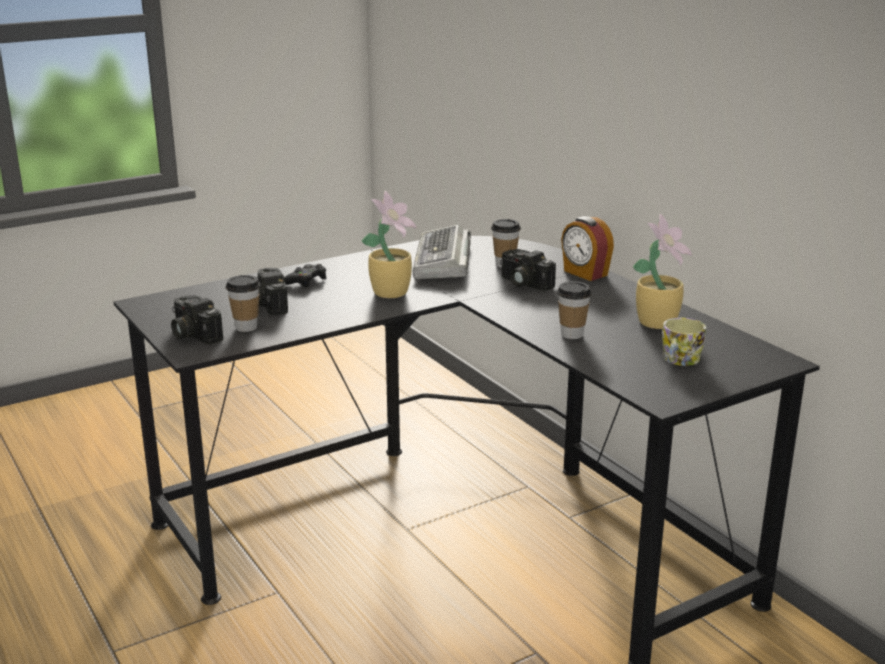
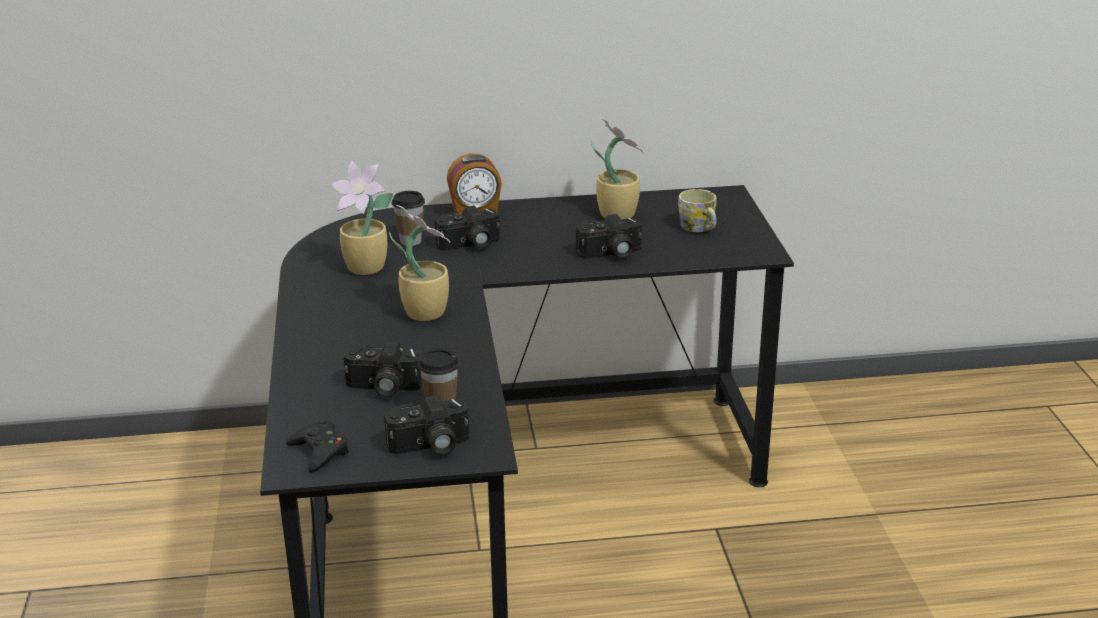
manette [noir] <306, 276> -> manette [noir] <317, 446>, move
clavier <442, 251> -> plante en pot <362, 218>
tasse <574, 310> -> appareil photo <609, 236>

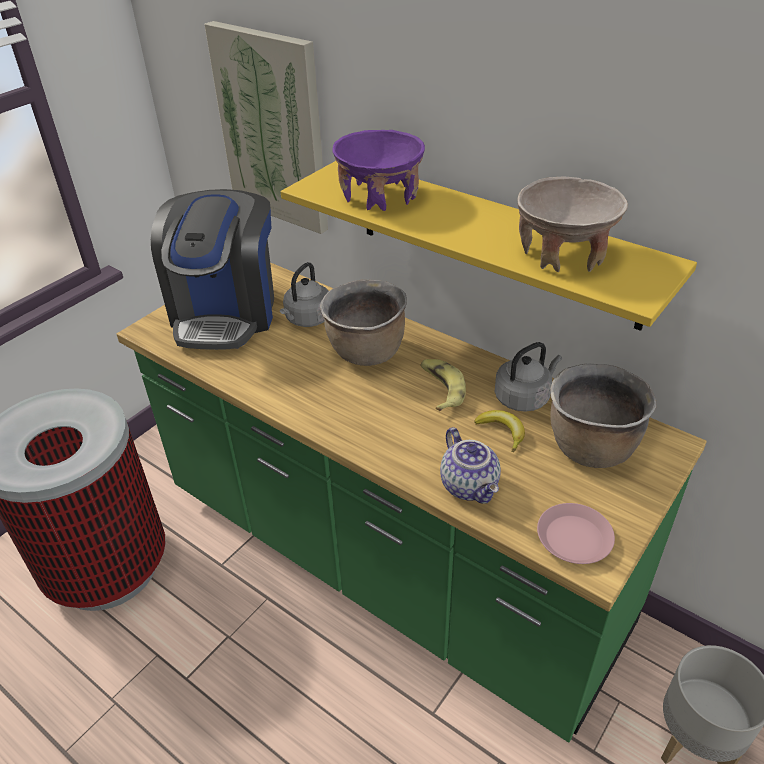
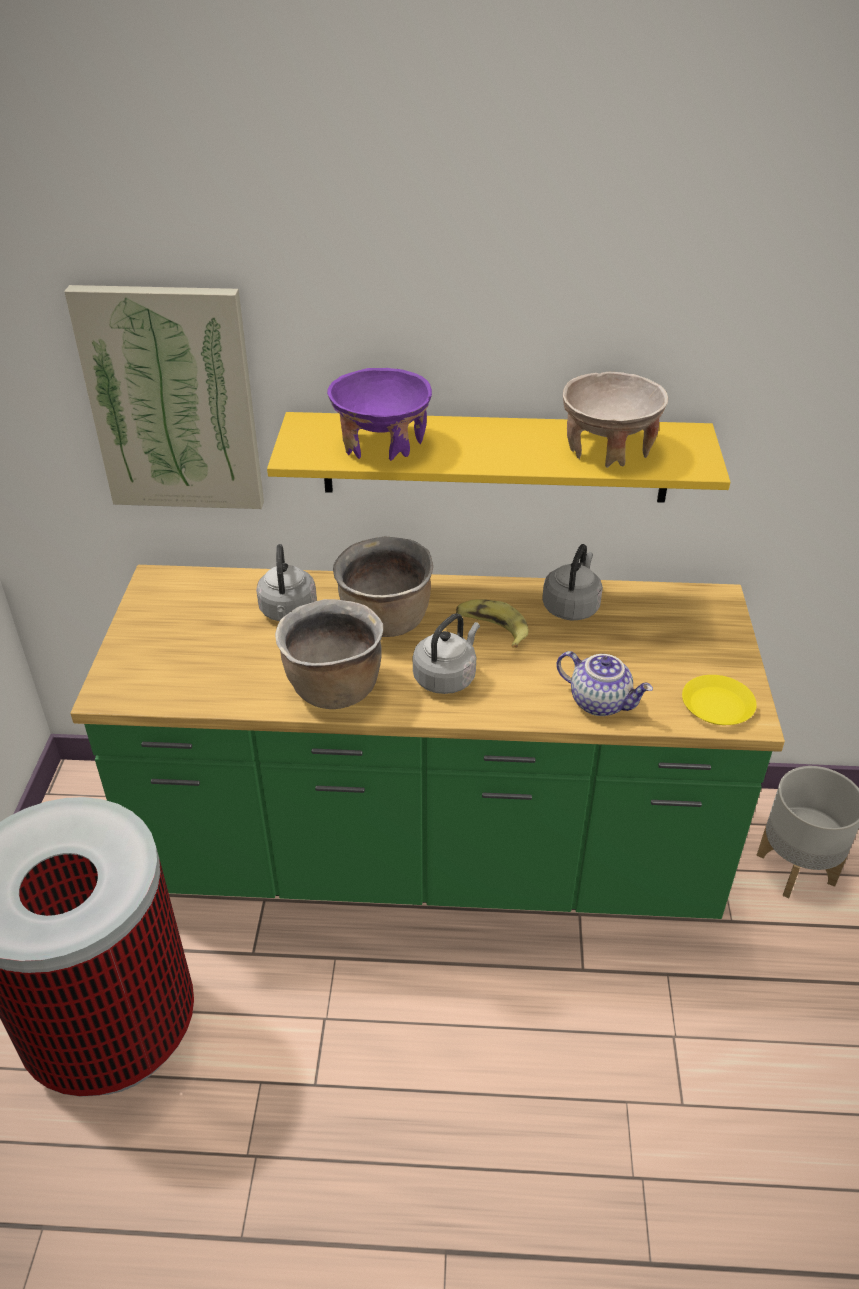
machine à café <212, 269> -> none
banane <499, 431> -> none
assiette [rose] <576, 533> -> assiette [jaune] <719, 700>
marmite [marron] <603, 415> -> marmite [marron] <329, 654>, move
none -> bouilloire [gris] <446, 653>

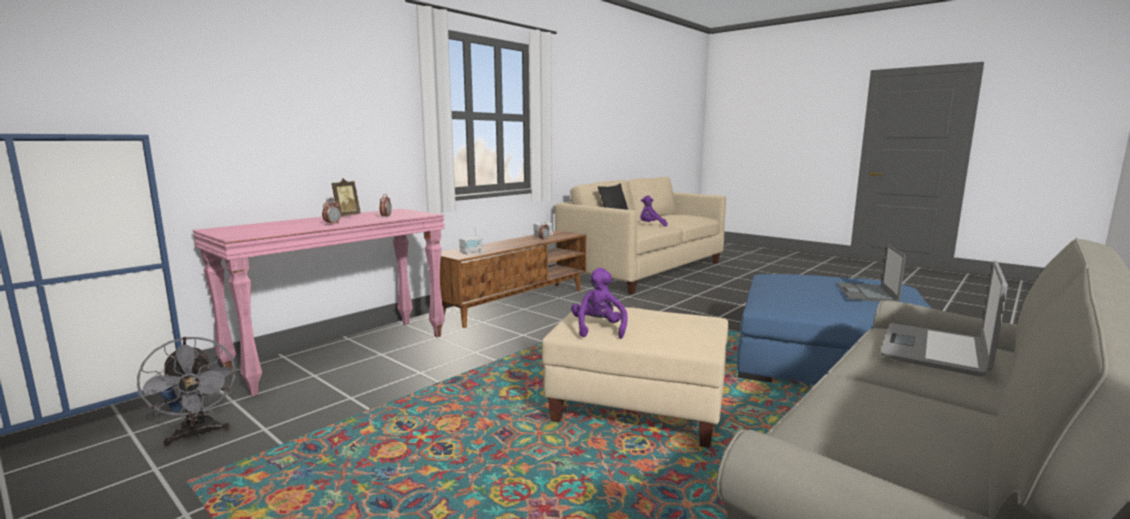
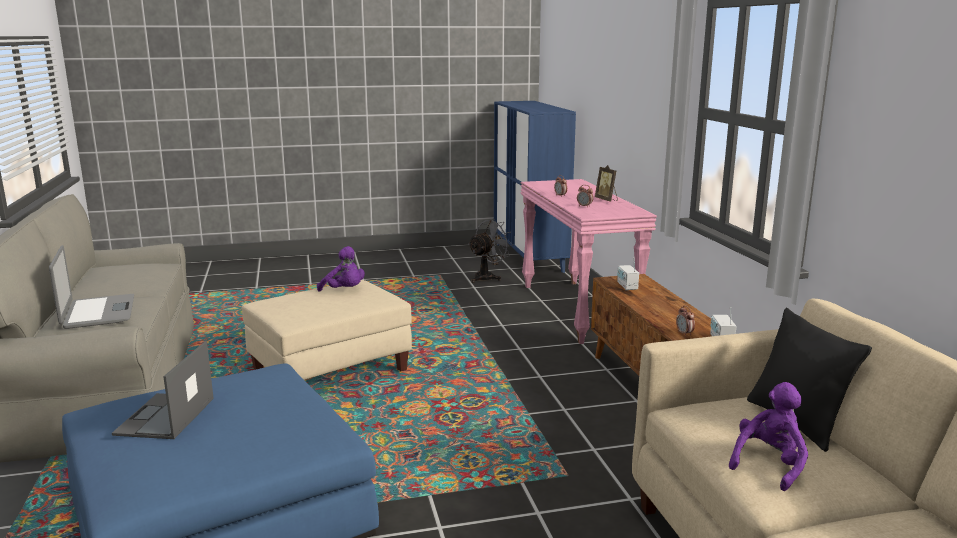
ventilateur [gris] <186, 391> -> ventilateur [gris] <490, 251>, 135 degrees clockwise
ordinateur portable <871, 273> -> ordinateur portable <163, 390>, 135 degrees counterclockwise

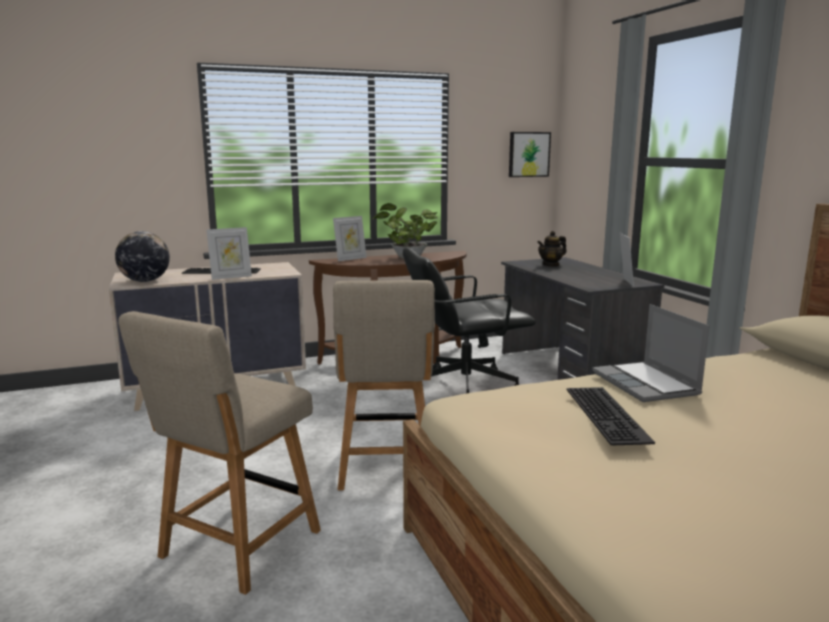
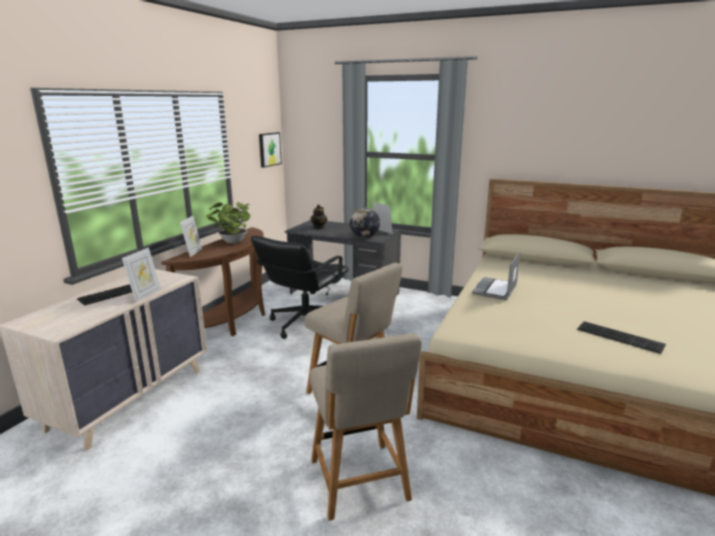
globe <142, 256> -> globe <365, 223>, move
clavier <611, 416> -> clavier <621, 337>, move
ordinateur portable <650, 353> -> ordinateur portable <496, 275>, 90 degrees clockwise

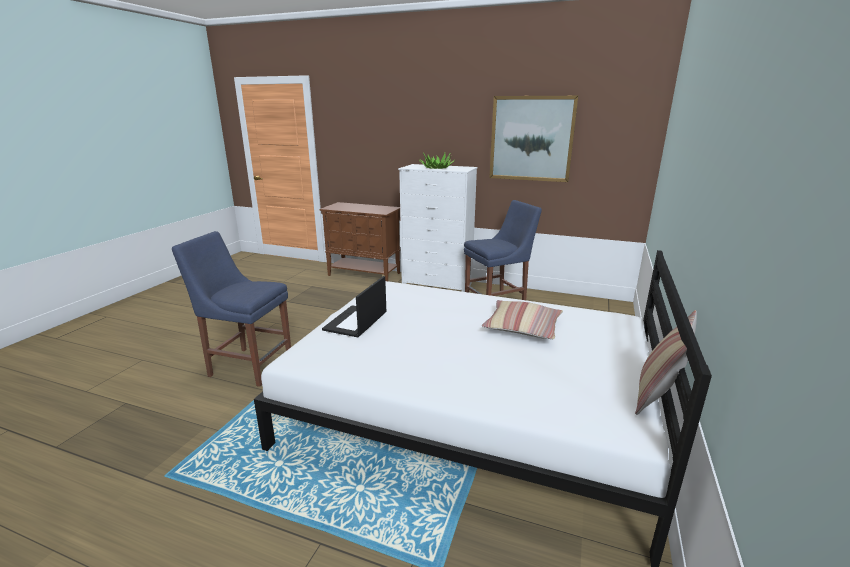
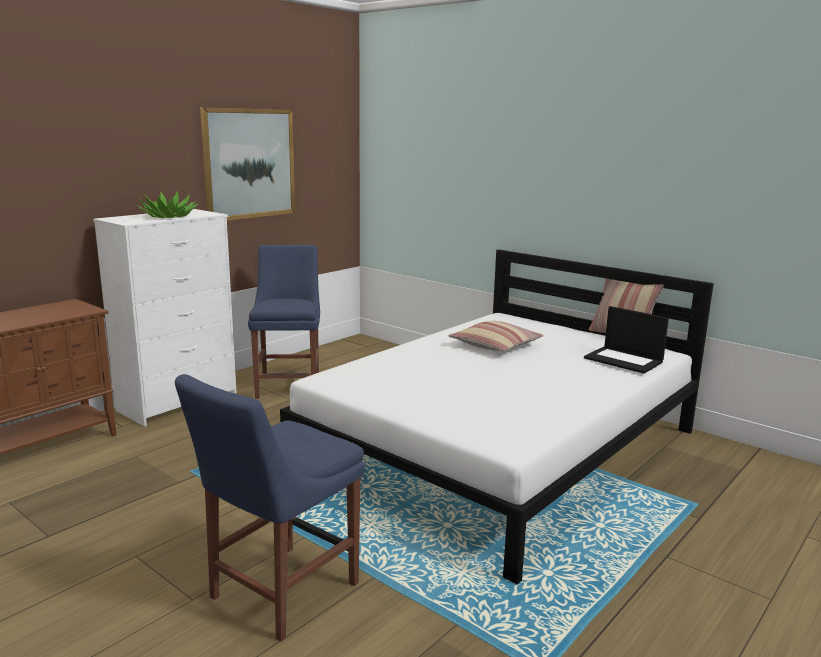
ordinateur portable <354, 306> -> ordinateur portable <626, 340>, move

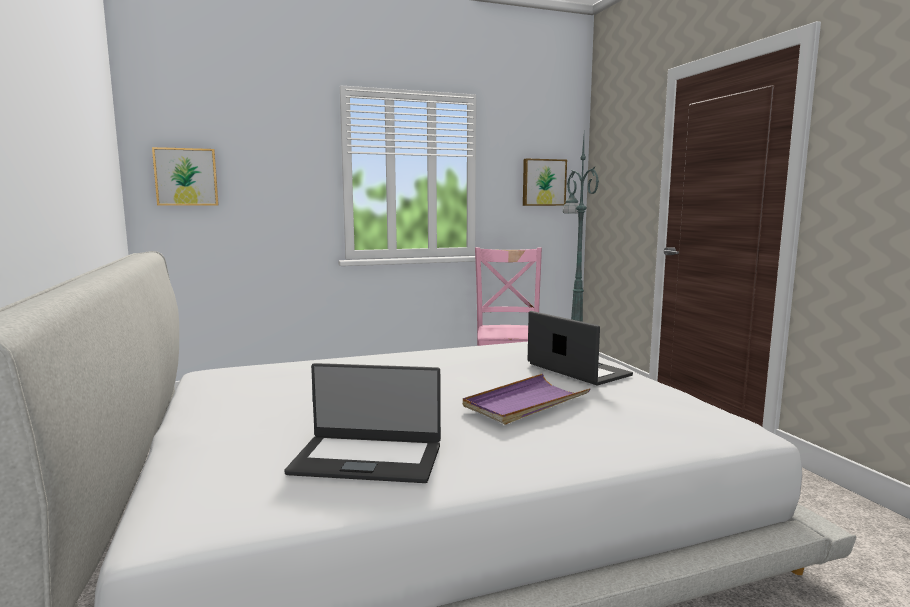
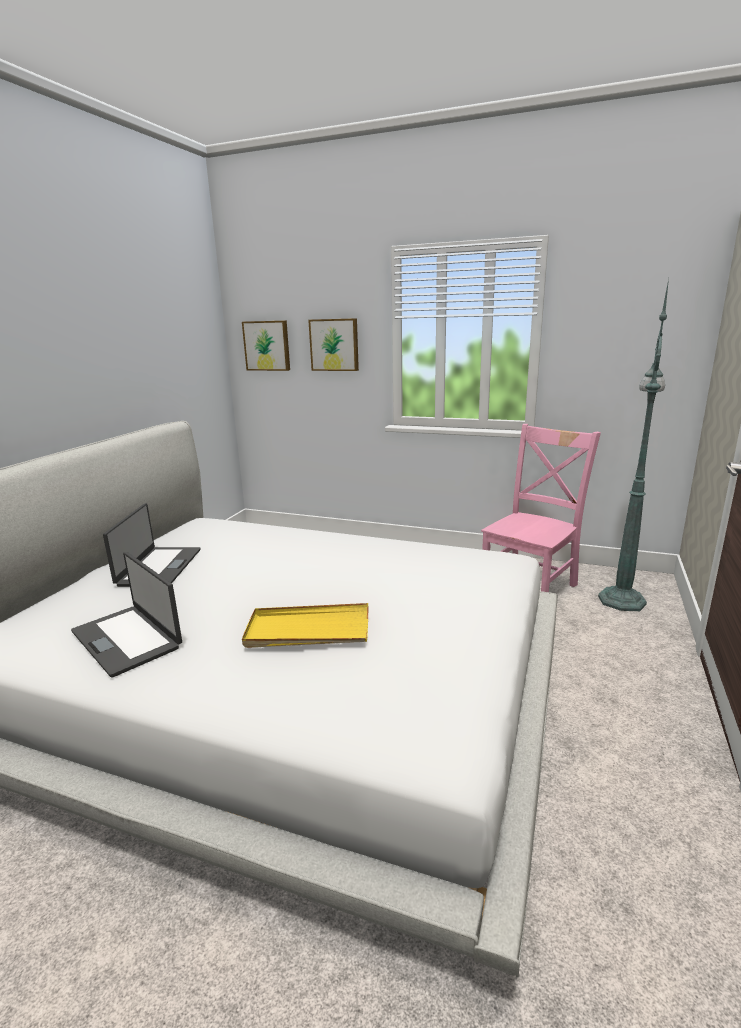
plateau [violet] <527, 399> -> plateau [jaune] <305, 625>
tableau <545, 182> -> tableau <333, 344>, move
ordinateur portable <580, 348> -> ordinateur portable <151, 545>, move

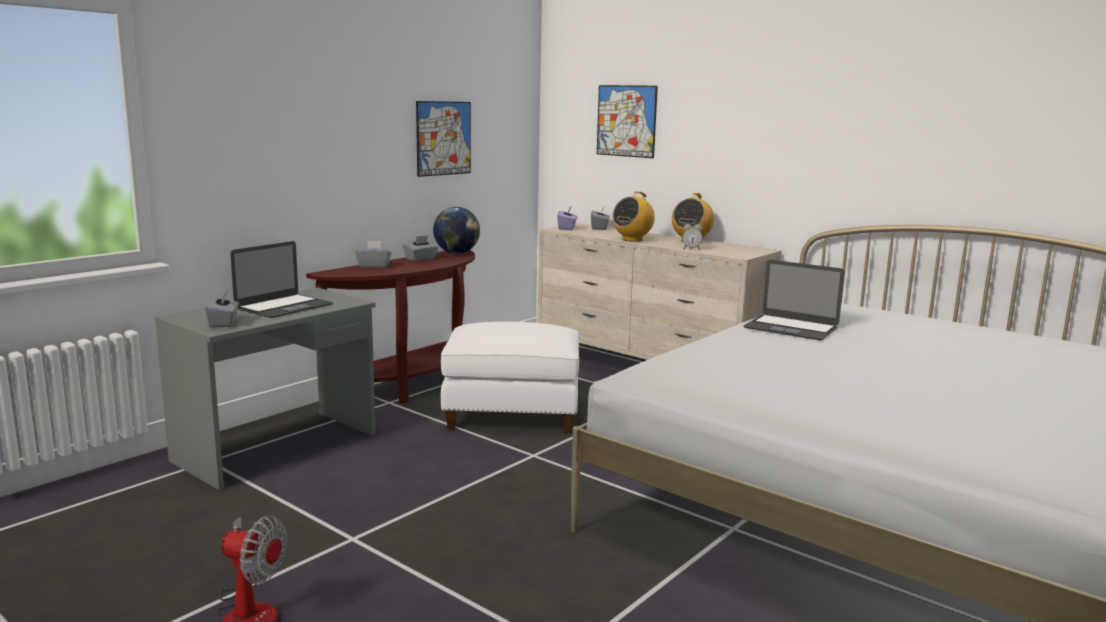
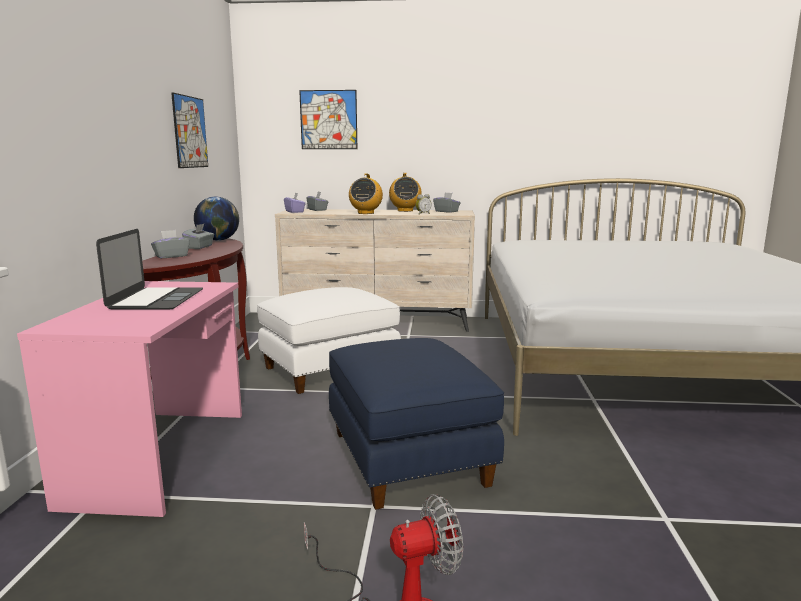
bureau [gris] <265, 389> -> bureau [rose] <129, 399>
boîte à mouchoirs [gris] <222, 309> -> boîte à mouchoirs [gris] <446, 203>, move
ordinateur portable <794, 300> -> none
none -> pouf [bleu] <416, 424>

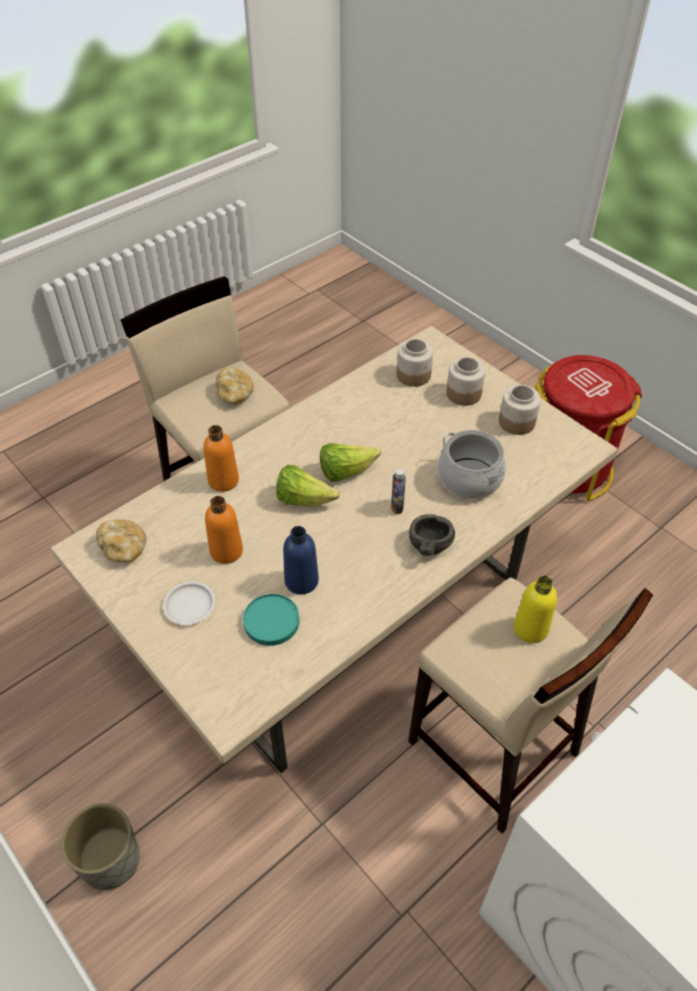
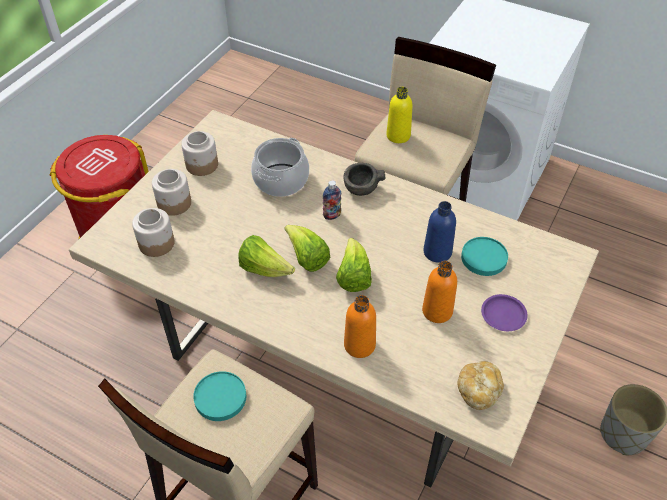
assiette [blanc] <189, 603> -> assiette [violet] <504, 312>
pain <235, 386> -> assiette [turquoise] <219, 396>
none -> laitue <266, 256>

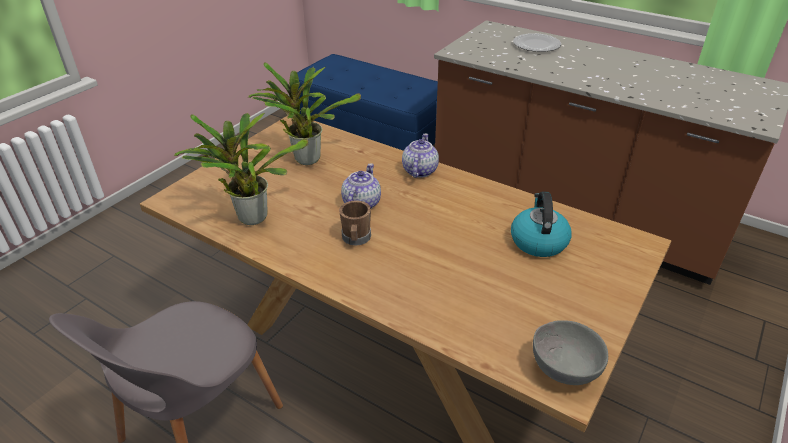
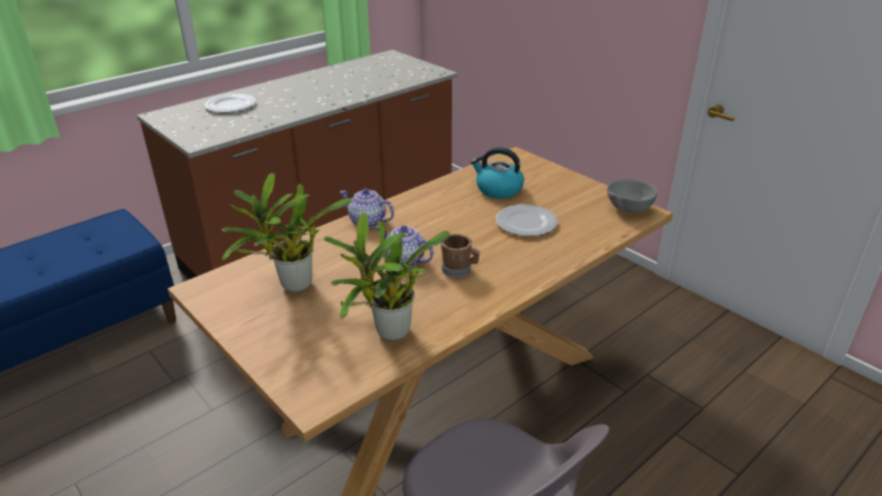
none -> assiette <526, 220>

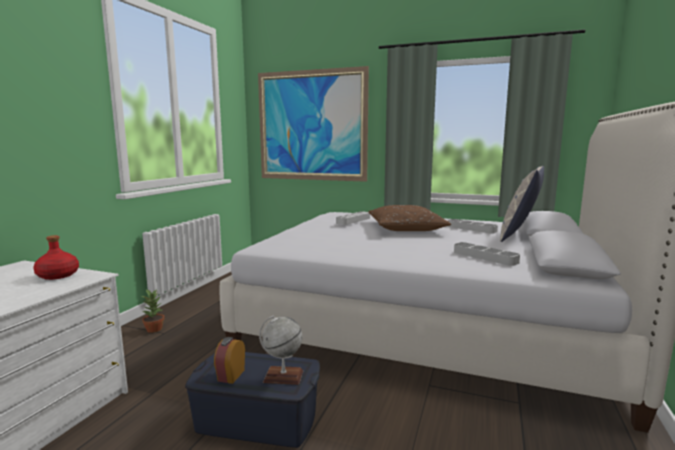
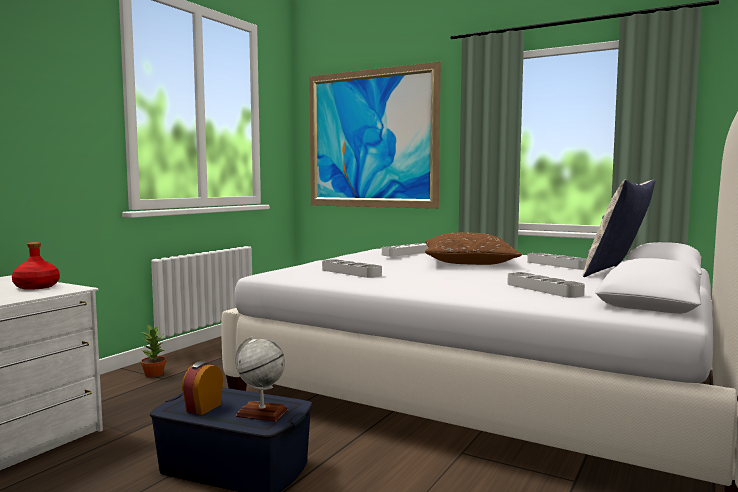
none -> plateau [gris] <352, 268>

